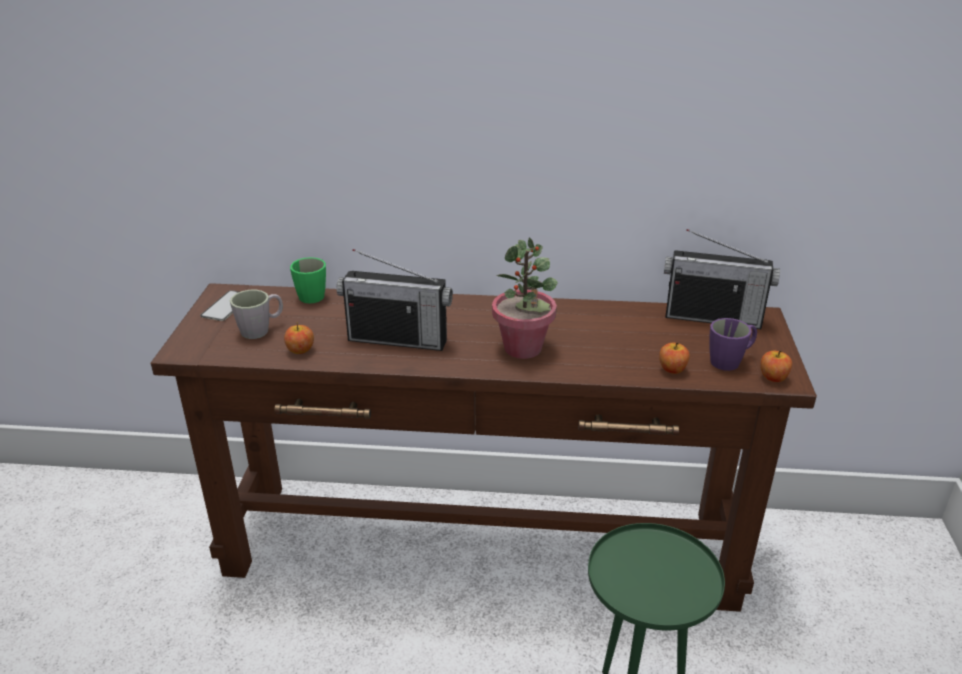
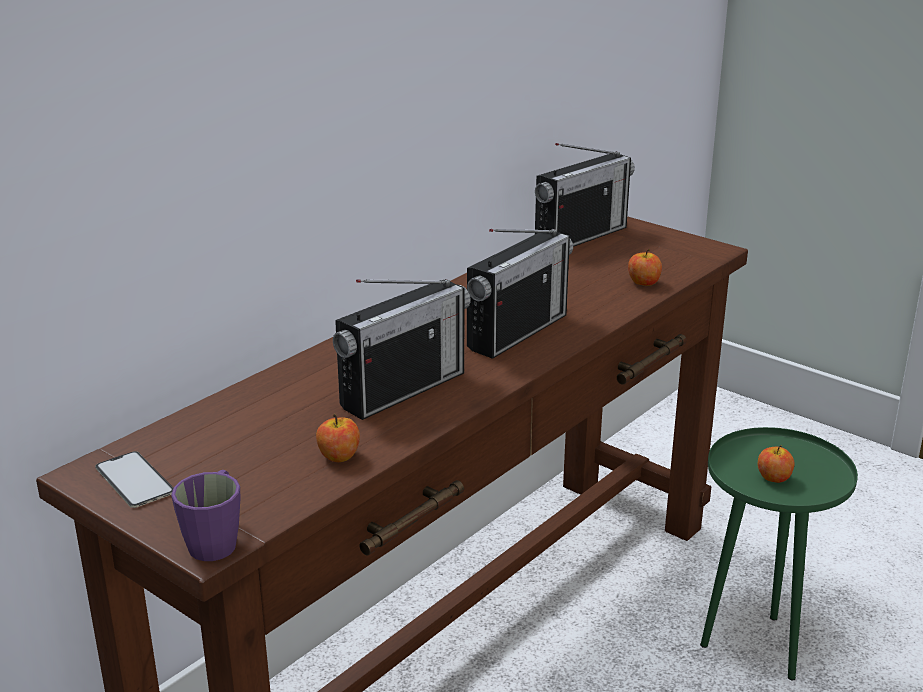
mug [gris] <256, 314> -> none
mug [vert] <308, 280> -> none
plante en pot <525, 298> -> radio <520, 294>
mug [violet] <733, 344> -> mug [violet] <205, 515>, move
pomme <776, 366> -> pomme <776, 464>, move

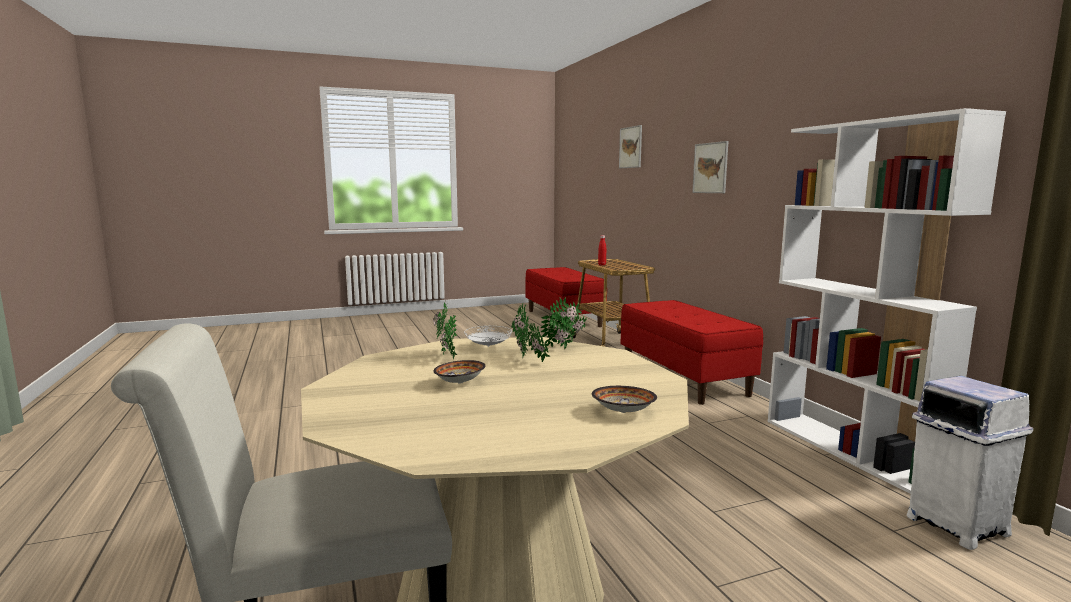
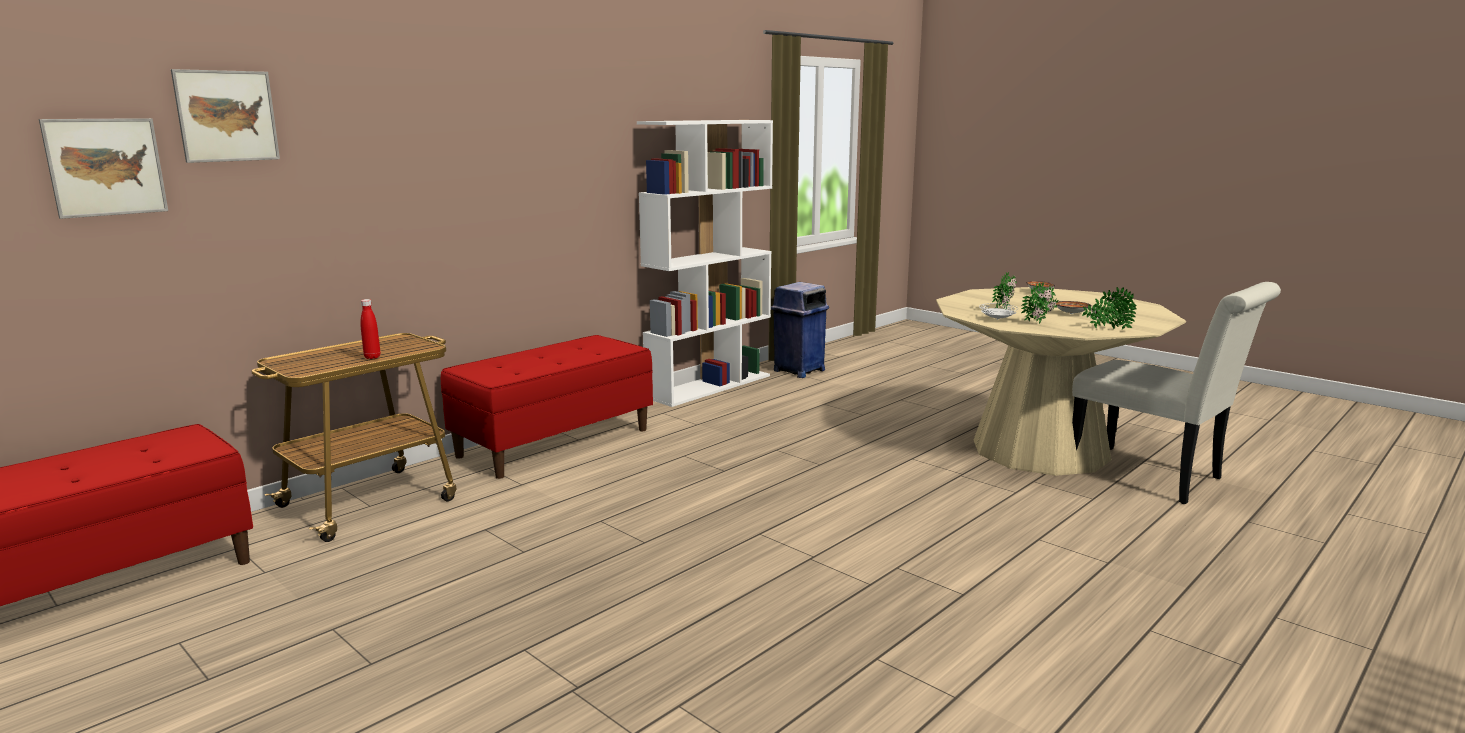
plante en pot <563, 323> -> plante en pot <1109, 308>, move
tableau <710, 167> -> tableau <103, 168>, move
poubelle [blanc] <969, 463> -> poubelle [bleu] <800, 330>

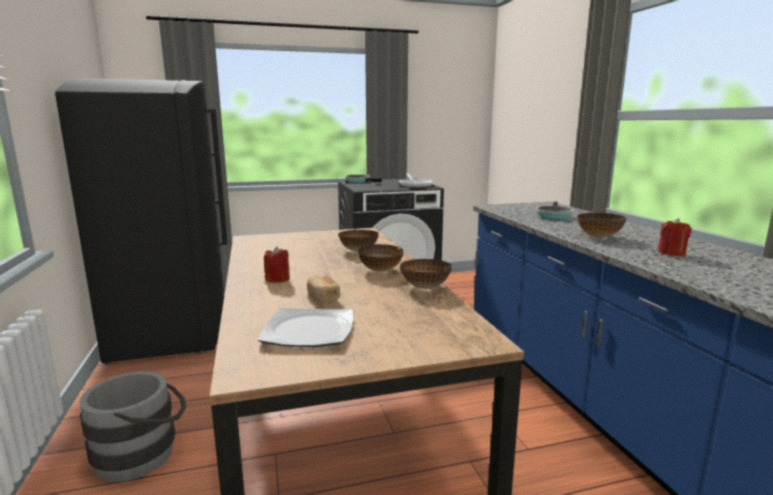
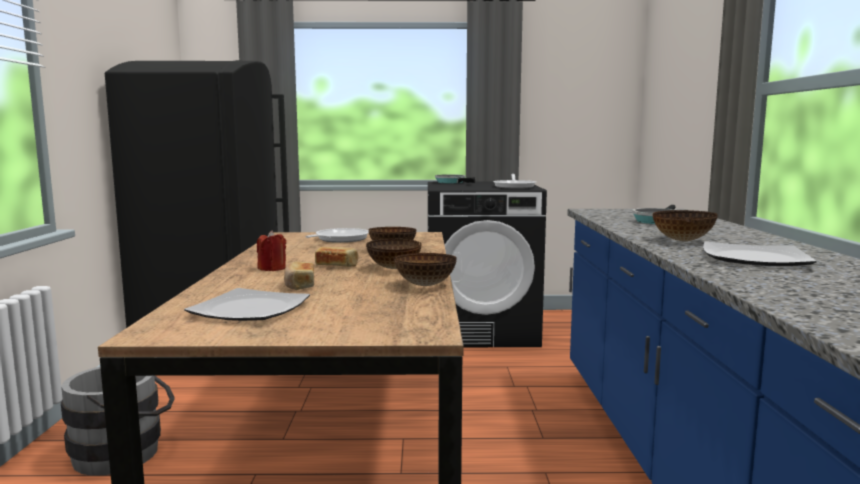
bougie [rouge] <675, 237> -> assiette <759, 253>
none -> poêle <337, 235>
none -> pain <336, 257>

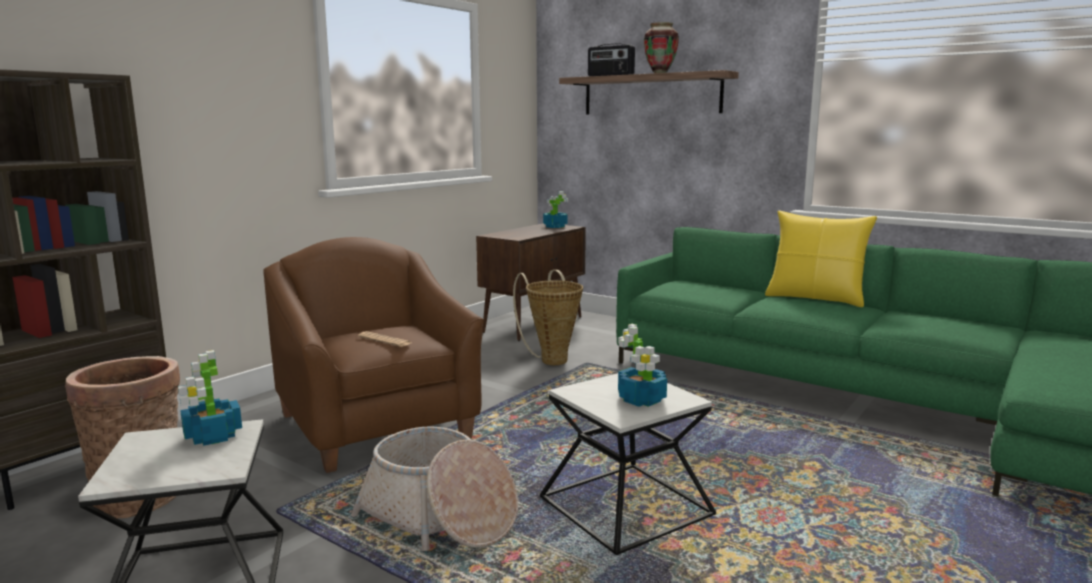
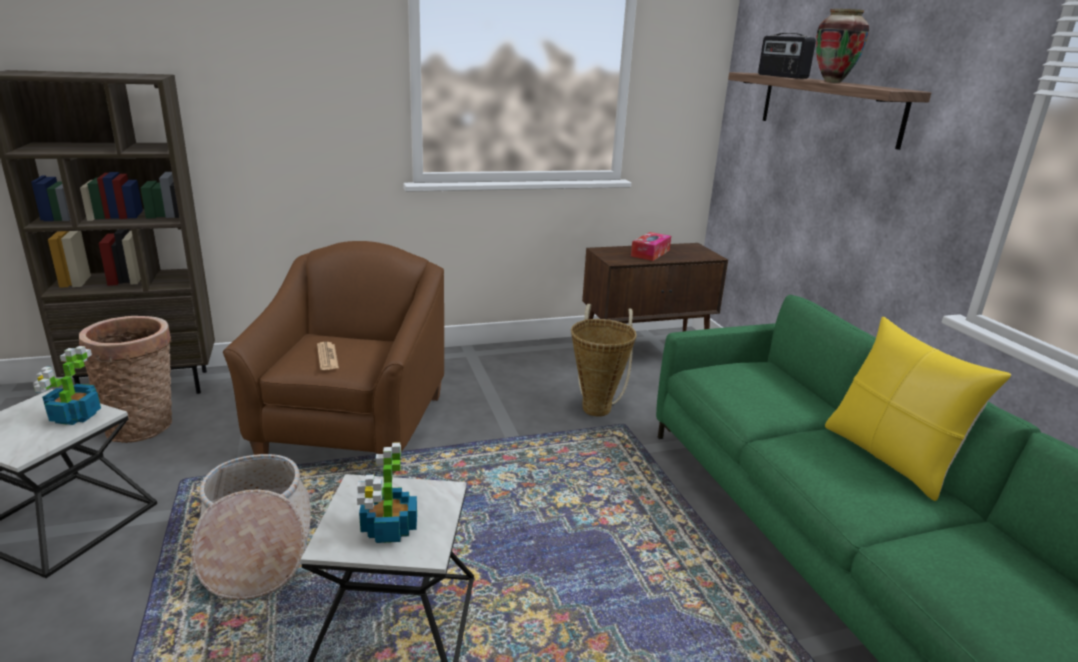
plante en pot <555, 209> -> none
none -> boîte à mouchoirs <651, 246>

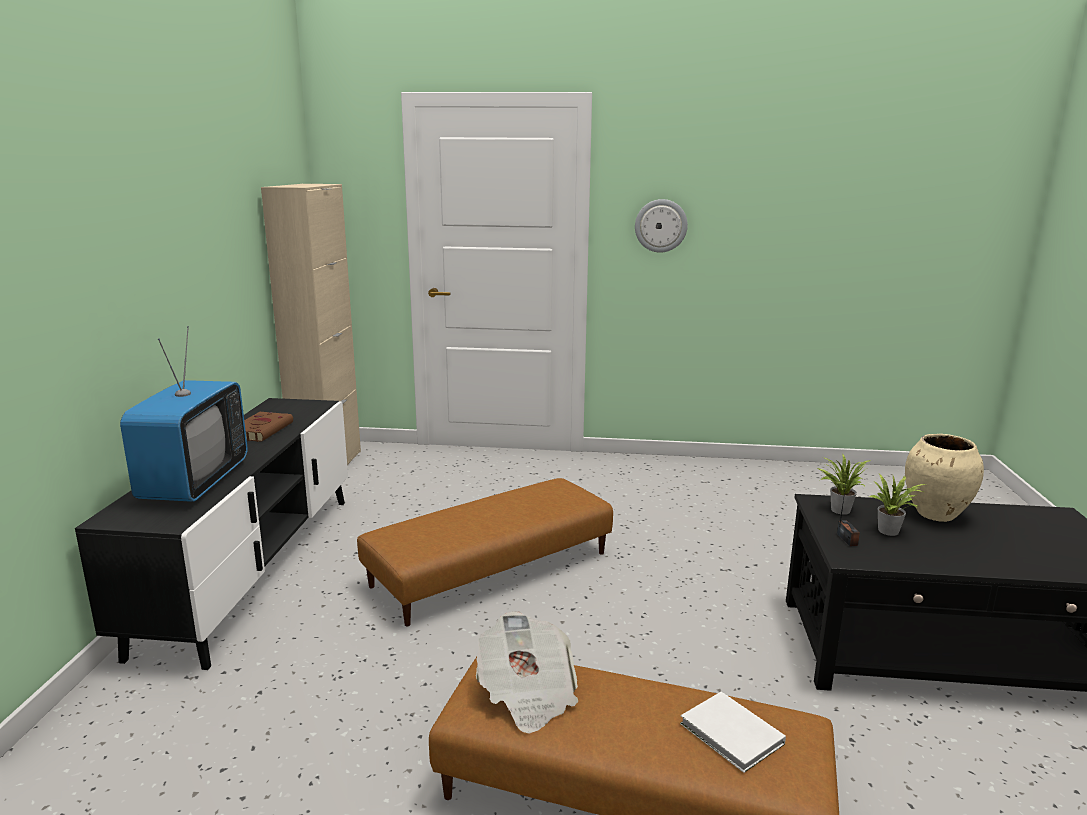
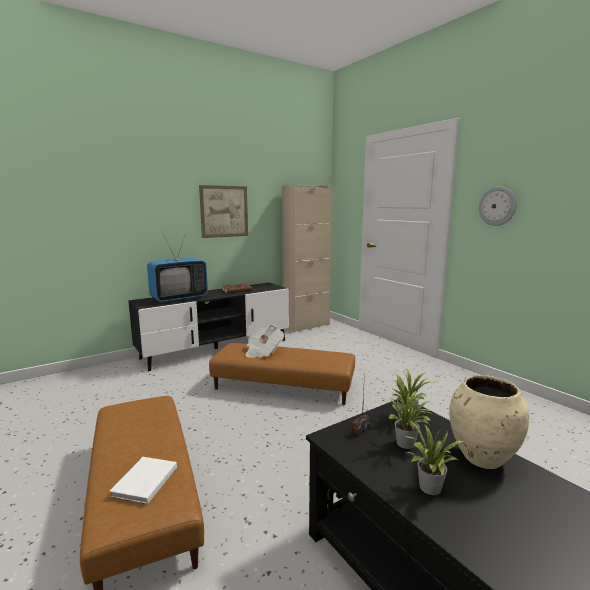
journal <526, 672> -> journal <265, 341>, move
none -> tableau <223, 211>
none -> plante en pot <435, 458>

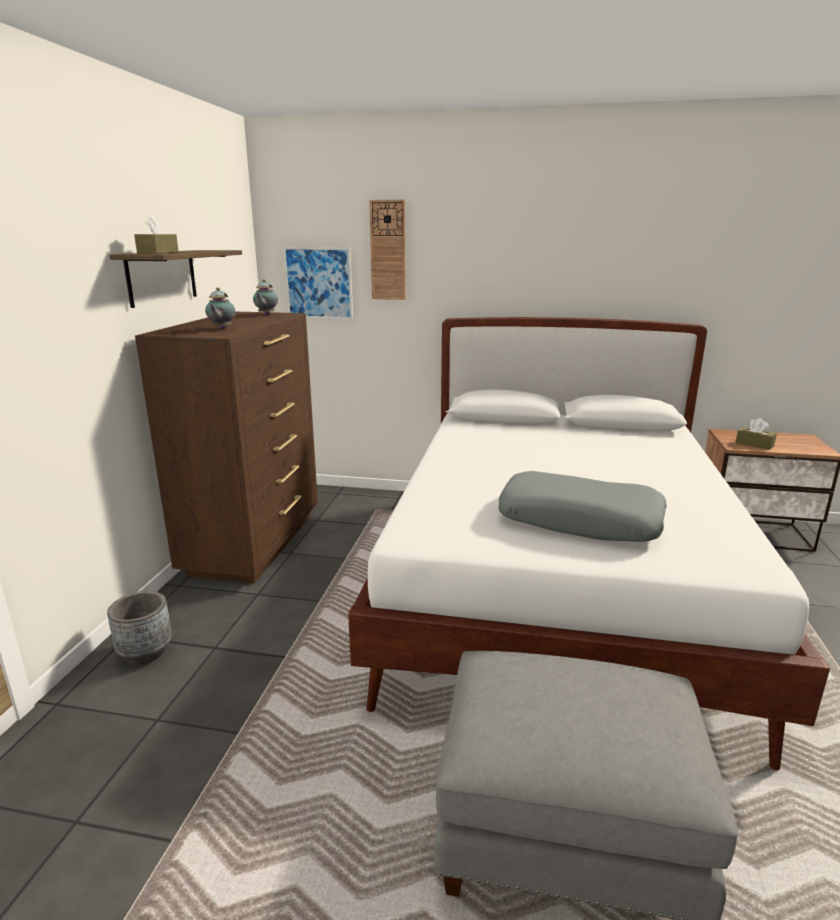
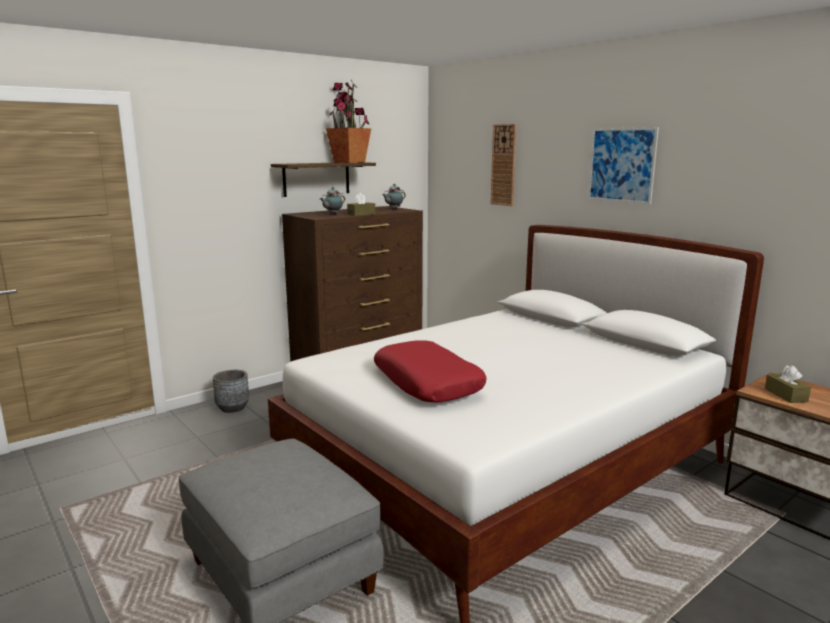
boîte à mouchoirs [marron] <156, 235> -> boîte à mouchoirs [marron] <361, 204>, move
tableau <318, 283> -> tableau <623, 165>, move
coussin [gris] <582, 506> -> coussin [rouge] <430, 371>
none -> plante en pot <348, 121>

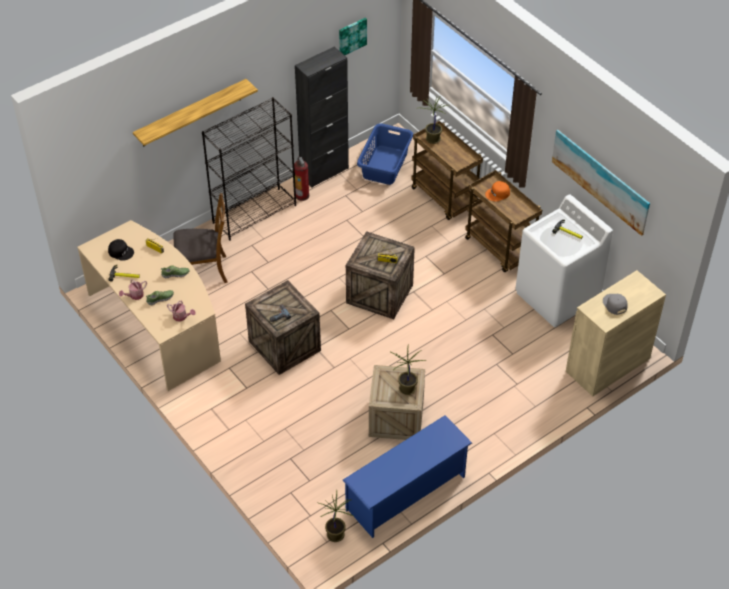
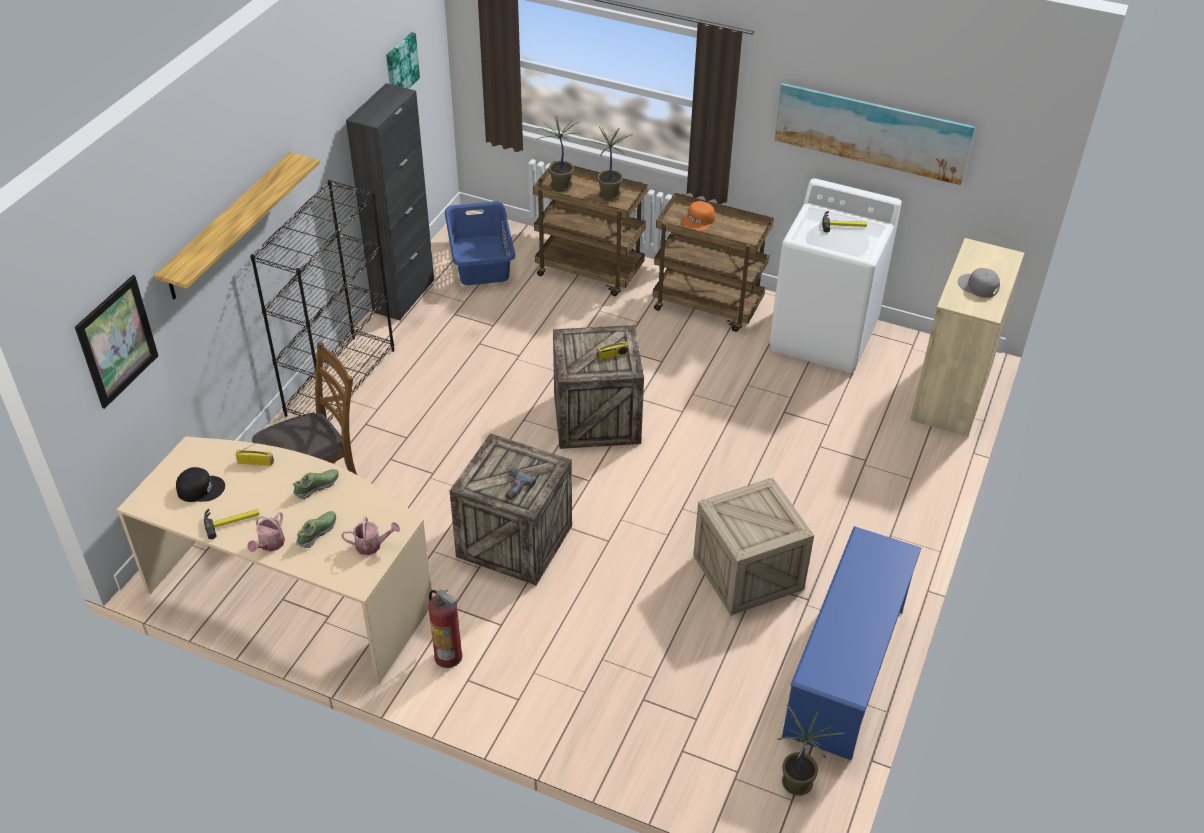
extincteur <301, 179> -> extincteur <445, 628>, move
plante en pot <409, 369> -> plante en pot <608, 164>, move
none -> tableau <116, 342>

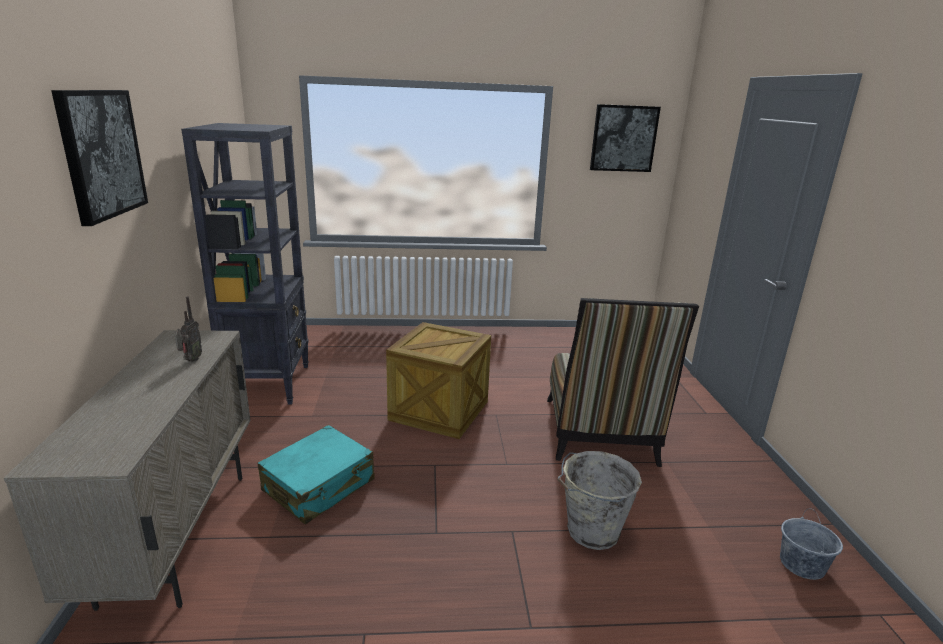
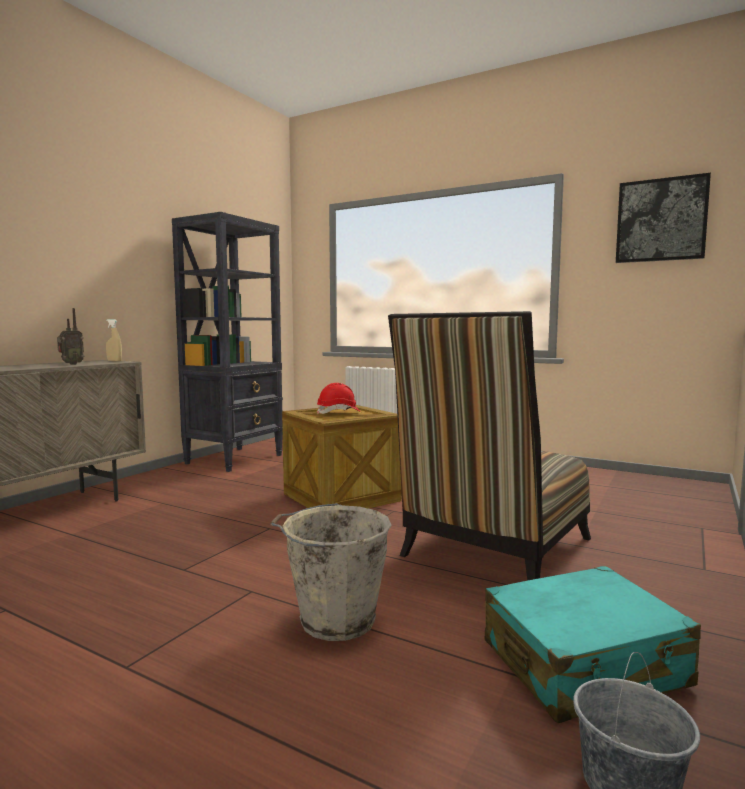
tableau <99, 158> -> none
valise [turquoise] <316, 474> -> valise [turquoise] <593, 644>, move
none -> vaporisateur [beige] <114, 340>
none -> casque de chantier [rouge] <339, 398>

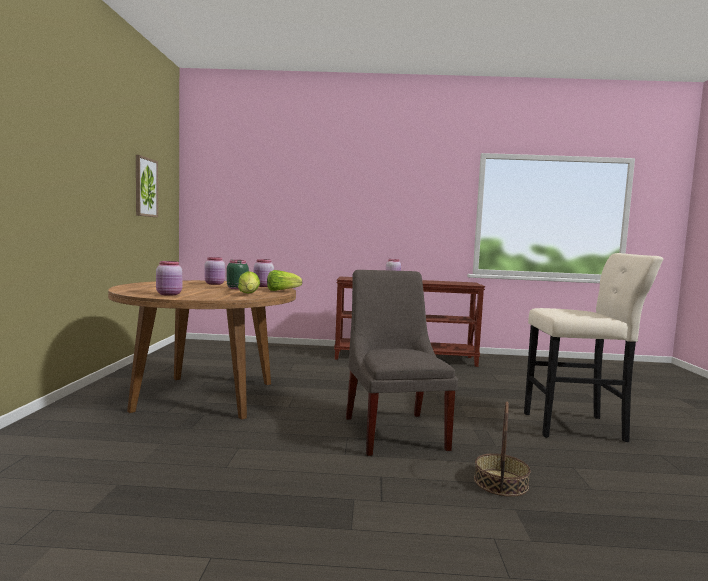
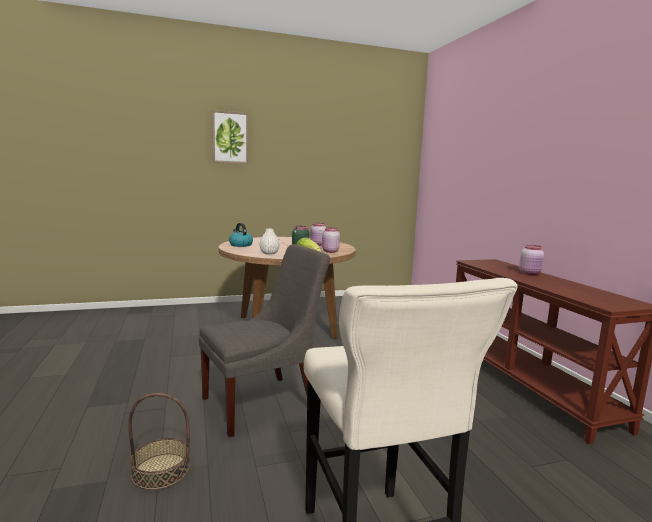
tableau <147, 186> -> tableau <230, 137>, move
bocal [rose] <169, 278> -> bouilloire <241, 235>
laitue <249, 282> -> vase [blanc] <270, 242>

